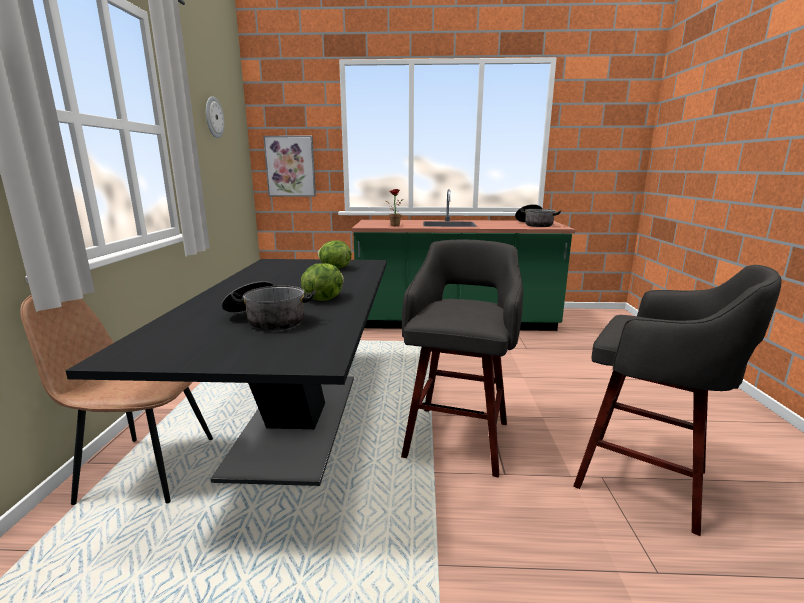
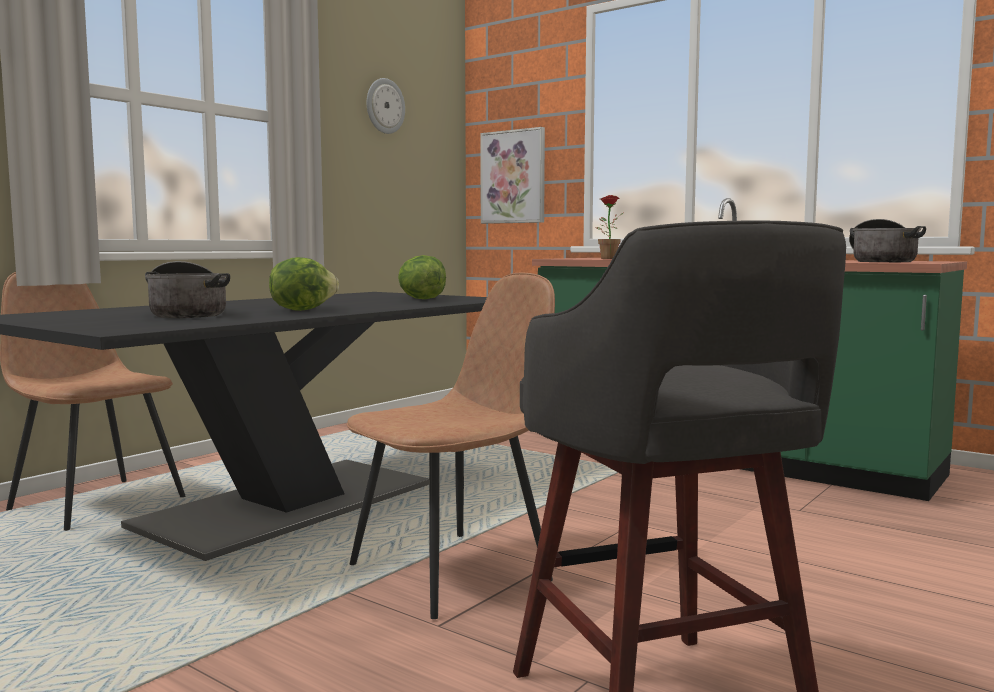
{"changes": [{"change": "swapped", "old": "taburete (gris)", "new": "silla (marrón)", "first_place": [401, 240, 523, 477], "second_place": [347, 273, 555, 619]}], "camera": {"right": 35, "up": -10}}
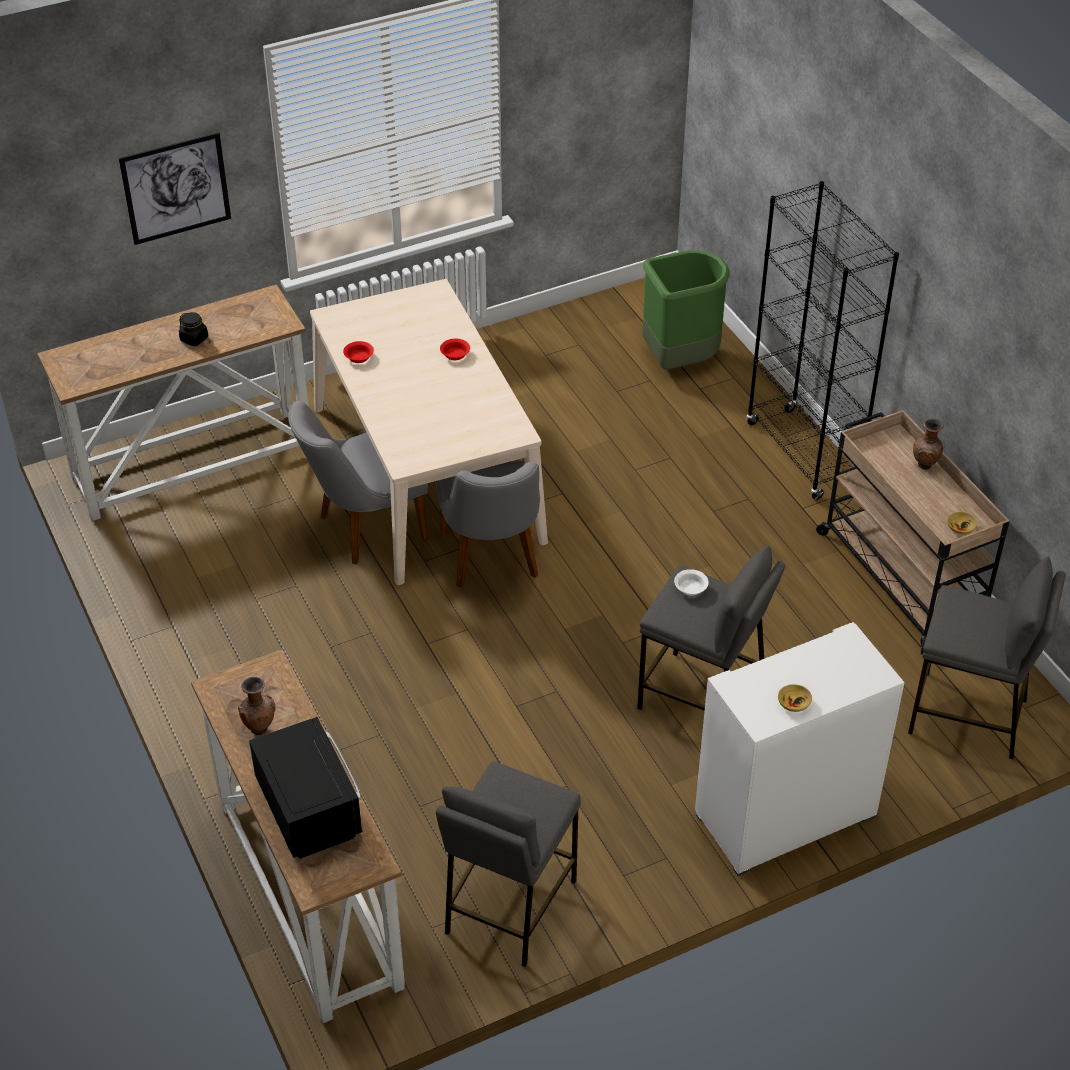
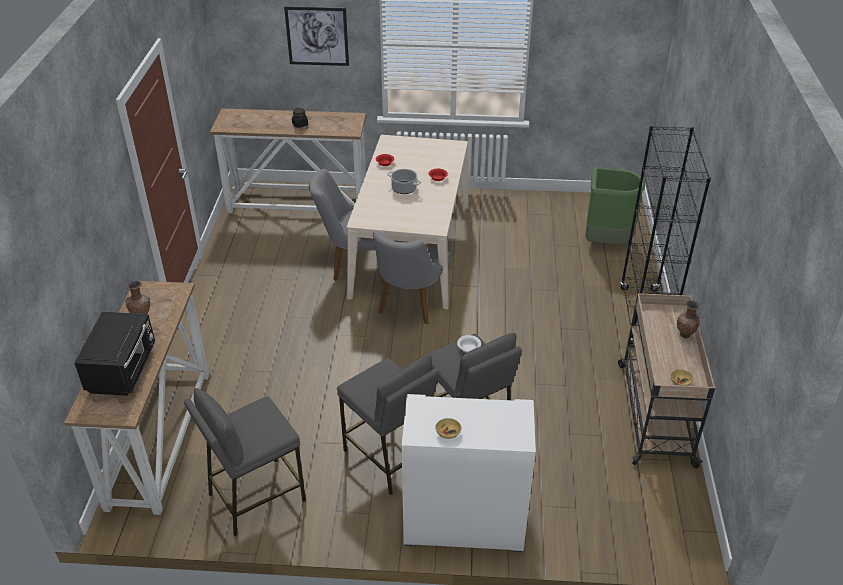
{"changes": [{"change": "new", "new": "olla", "second_place": [387, 169, 421, 194]}, {"change": "shifted", "old": "taburete (gris)", "first_place": [908, 556, 1066, 759], "second_place": [337, 355, 439, 495]}], "camera": {"right": 30, "up": -5}}
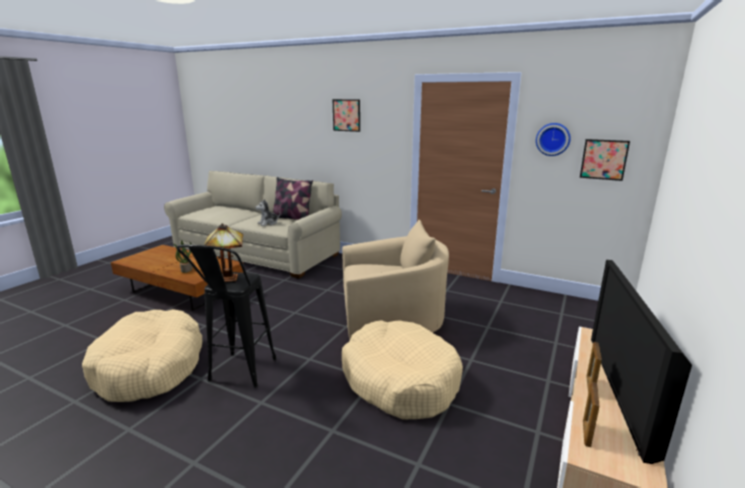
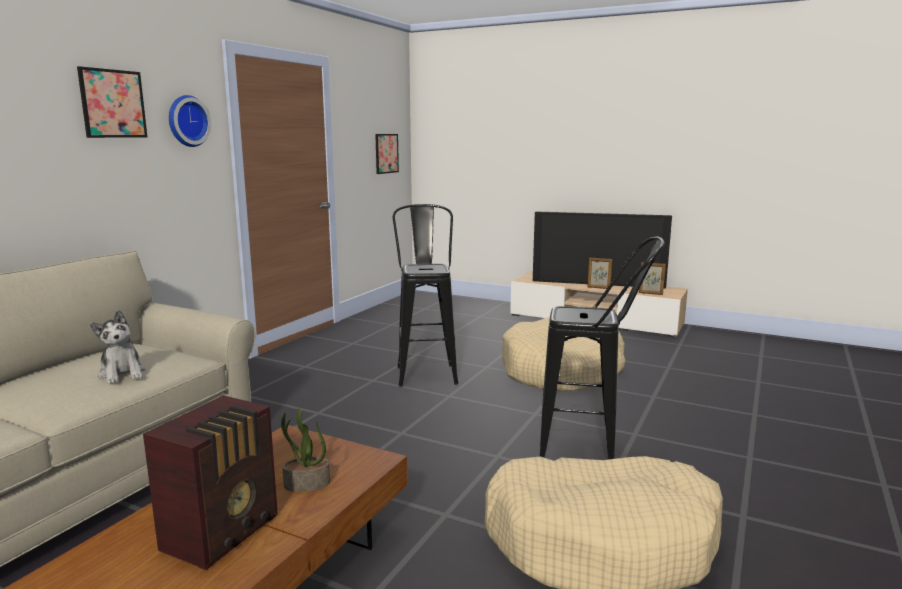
{"changes": [{"change": "gone", "old": "lámpara de mesa", "first_place": [204, 223, 243, 282]}, {"change": "gone", "old": "cojín", "first_place": [273, 177, 313, 220]}, {"change": "new", "new": "radio", "second_place": [143, 395, 278, 570]}, {"change": "shifted", "old": "reloj de pared", "first_place": [536, 123, 571, 156], "second_place": [169, 95, 211, 147]}, {"change": "swapped", "old": "sillón (beis)", "new": "taburete (negro)", "first_place": [342, 220, 449, 339], "second_place": [393, 204, 458, 387]}], "camera": {"right": -90, "up": -5}}
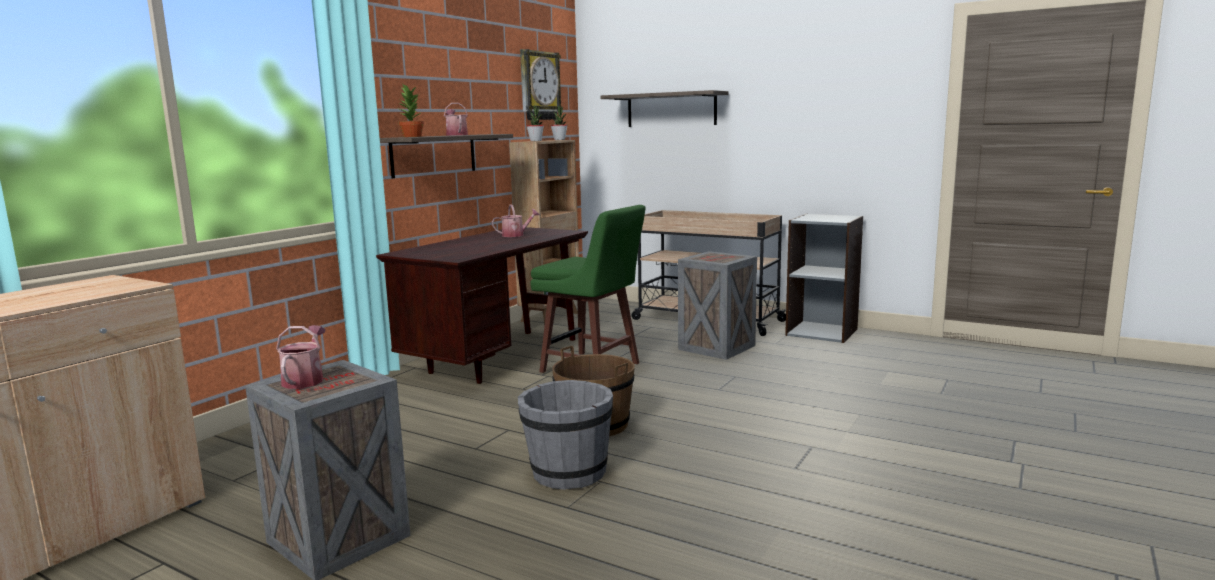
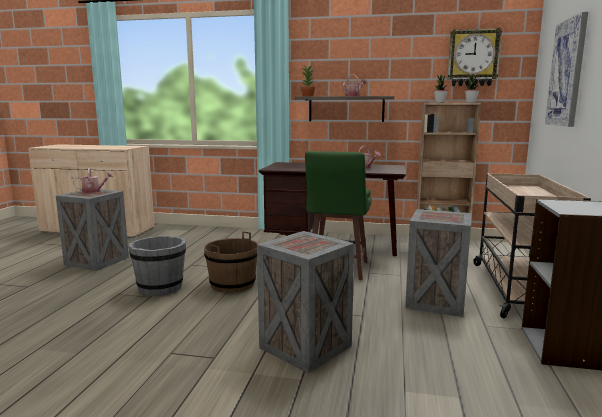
{"changes": [{"change": "new", "new": "caja de embalaje", "second_place": [257, 231, 354, 373]}, {"change": "swapped", "old": "estante", "new": "cuadro", "first_place": [600, 90, 728, 127], "second_place": [545, 12, 588, 127]}], "camera": {"right": 70, "up": 0}}
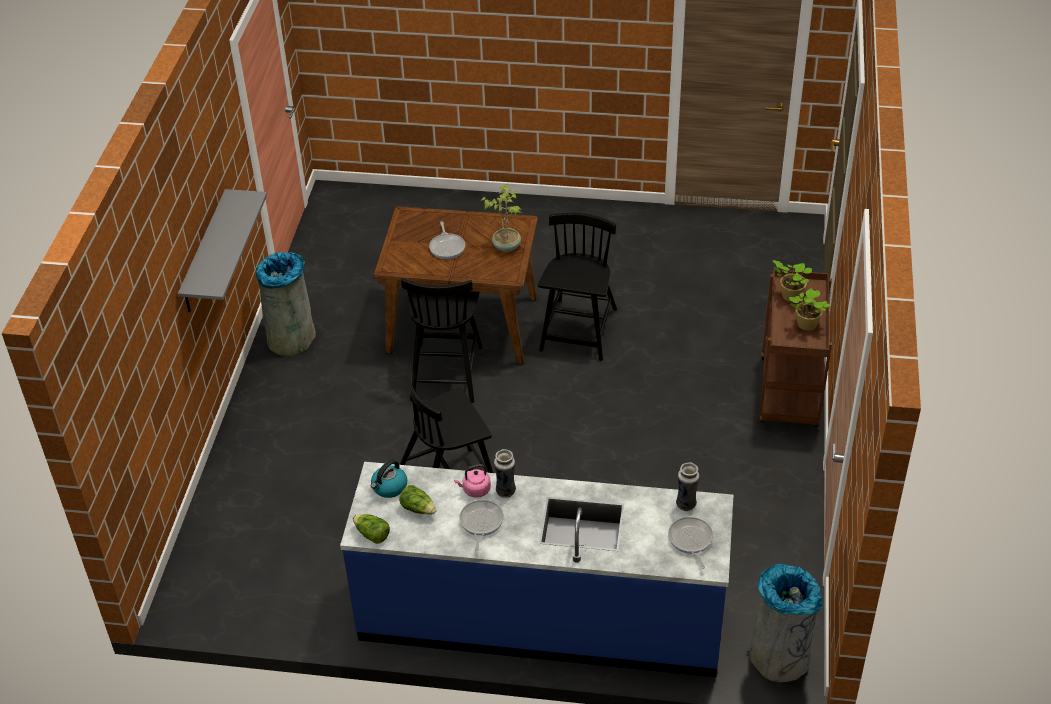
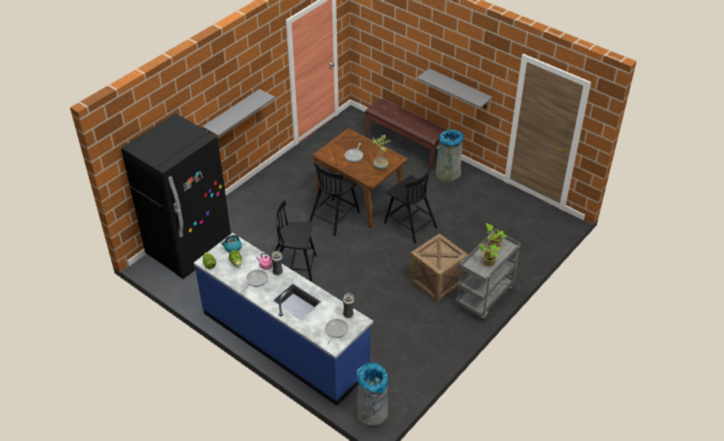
{"changes": [{"change": "new", "new": "nevera (negro)", "second_place": [121, 114, 231, 279]}, {"change": "new", "new": "banco (marrón)", "second_place": [365, 99, 446, 168]}, {"change": "new", "new": "caja de embalaje", "second_place": [409, 233, 468, 302]}, {"change": "new", "new": "estante (gris)", "second_place": [417, 68, 493, 109]}, {"change": "shifted", "old": "papelera (gris)", "first_place": [256, 252, 316, 356], "second_place": [435, 129, 464, 182]}, {"change": "repainted", "old": "carrito (marrón)", "new": "carrito (gris)", "first_place": [759, 269, 832, 427], "second_place": [455, 230, 521, 320]}, {"change": "rotated", "old": "silla (negro)", "first_place": [538, 213, 617, 361], "second_place": [384, 166, 437, 244], "degrees": 90}], "camera": {"right": 30, "up": 0}}
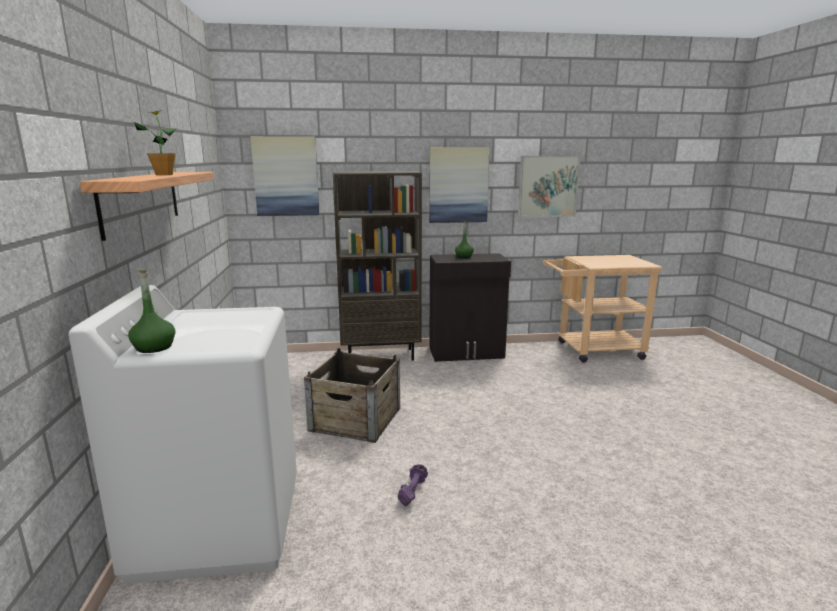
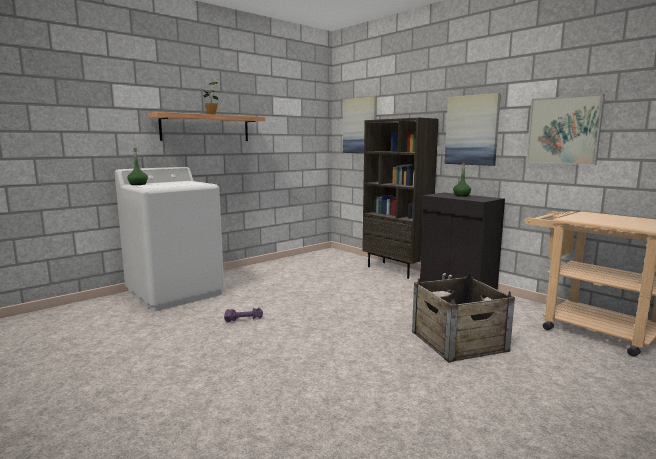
{"changes": [{"change": "shifted", "old": "caja de embalaje", "first_place": [304, 348, 400, 443], "second_place": [412, 273, 515, 362]}], "camera": {"right": 55, "up": -5}}
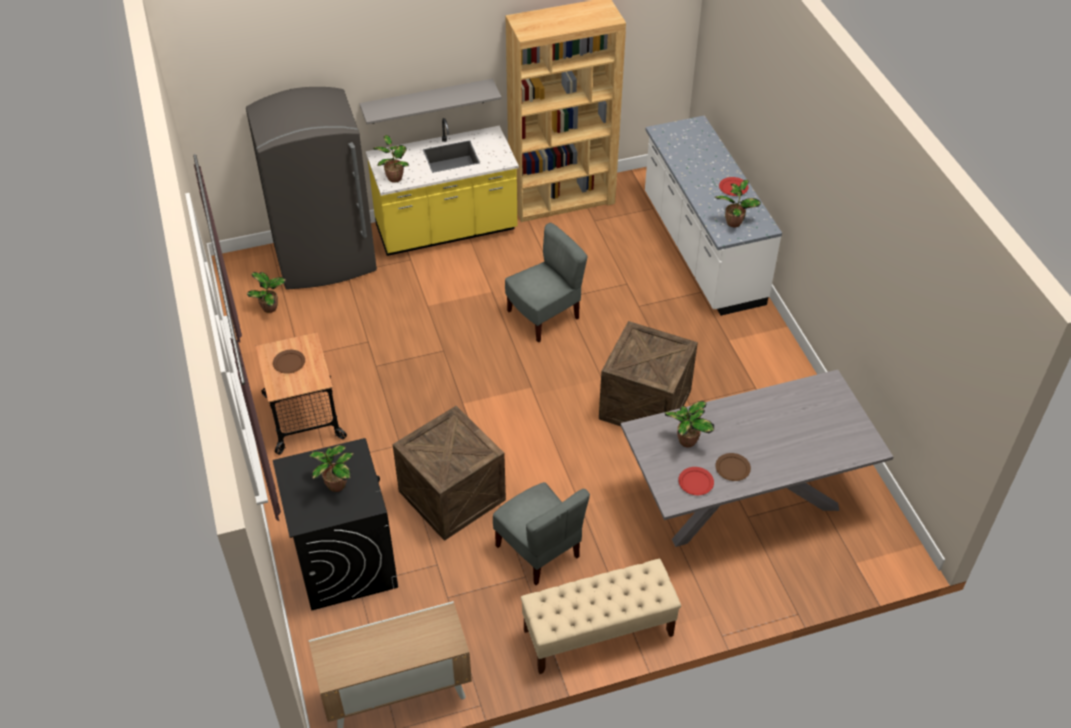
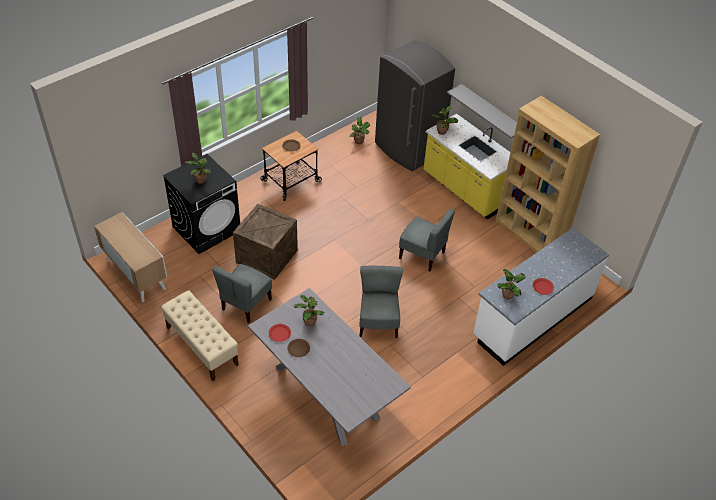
{"changes": [{"change": "swapped", "old": "caja de embalaje", "new": "silla (gris)", "first_place": [599, 321, 698, 426], "second_place": [359, 266, 403, 338]}], "camera": {"right": 65, "up": 0}}
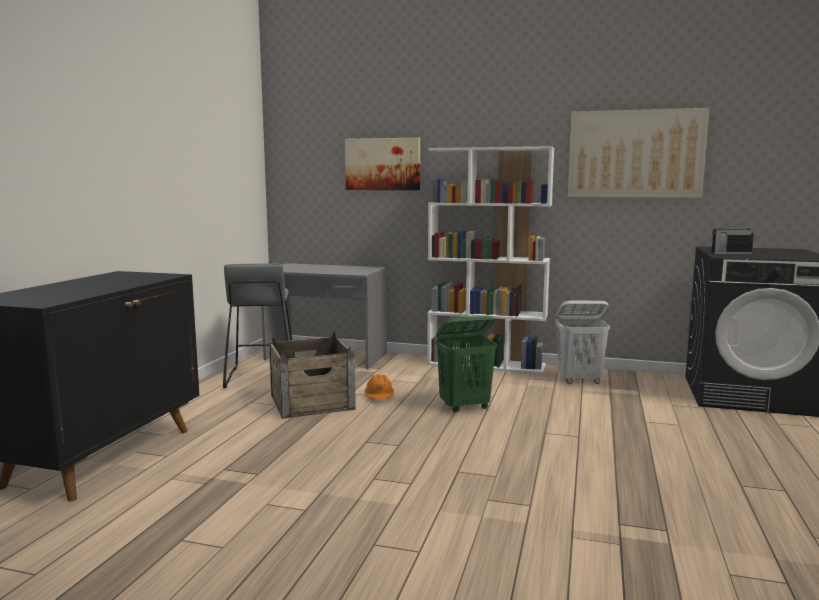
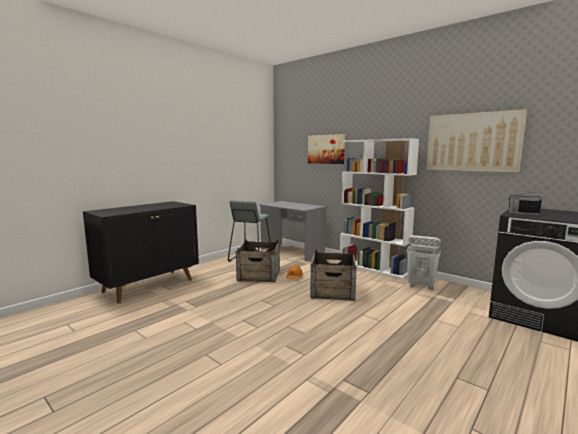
{"changes": [{"change": "swapped", "old": "cesto de la ropa (verde)", "new": "caja de embalaje", "first_place": [435, 316, 497, 412], "second_place": [310, 250, 357, 301]}], "camera": {"right": 25, "up": 0}}
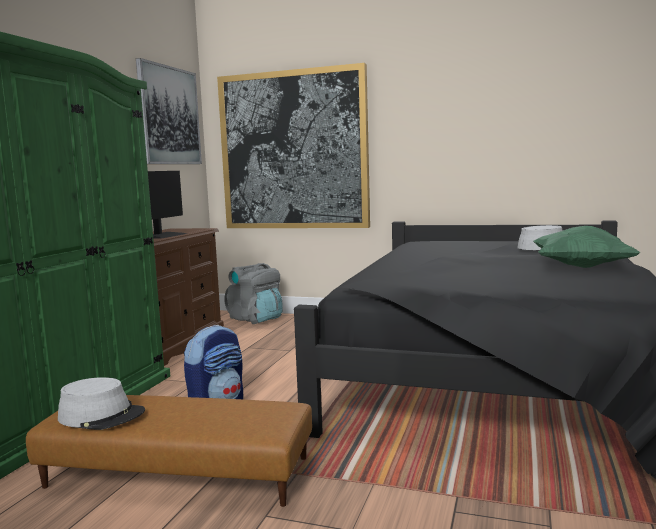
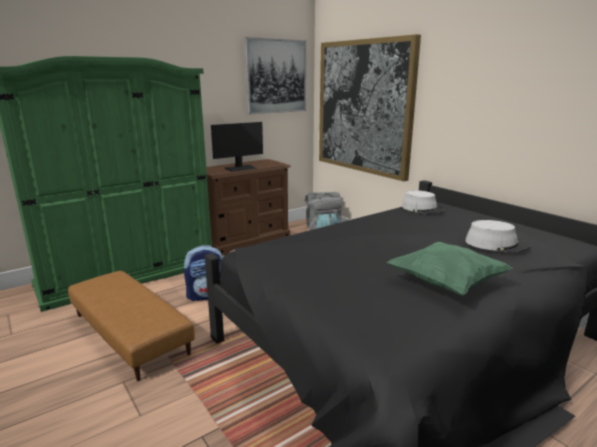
{"changes": [{"change": "shifted", "old": "sombrero (gris)", "first_place": [58, 377, 145, 430], "second_place": [402, 190, 445, 215]}], "camera": {"right": 35, "up": 10}}
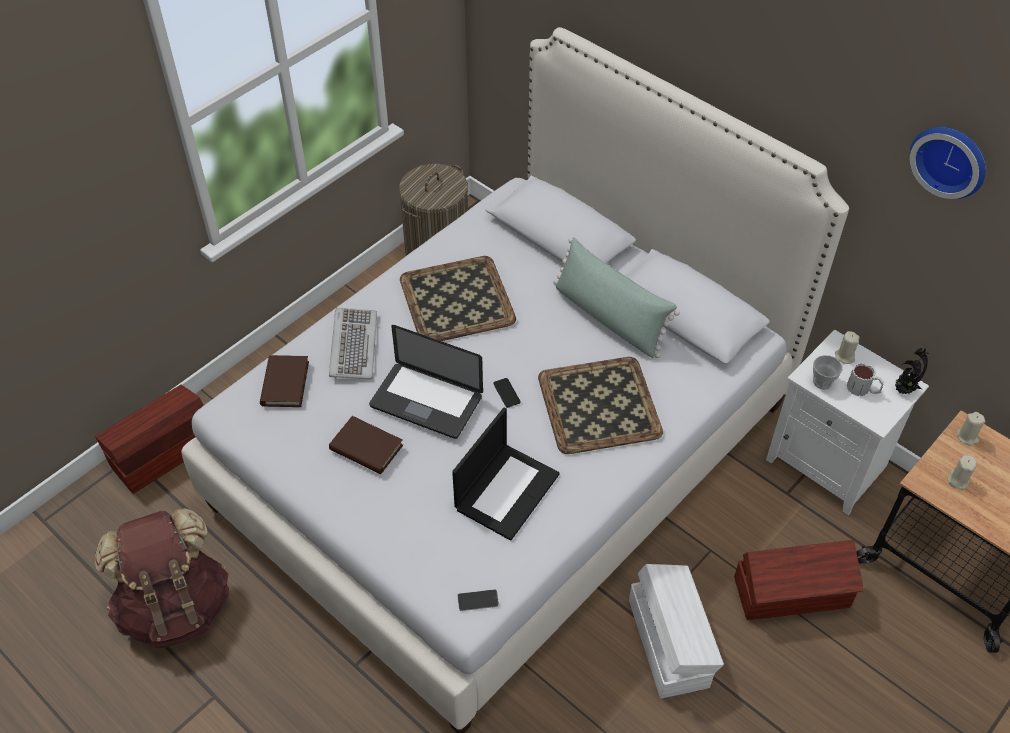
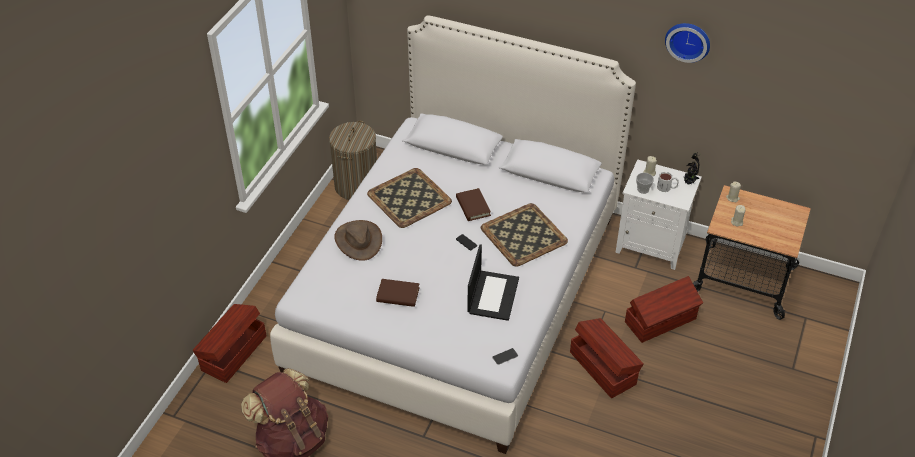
{"changes": [{"change": "gone", "old": "portátil", "first_place": [369, 325, 483, 439]}, {"change": "gone", "old": "cojín (verde)", "first_place": [553, 237, 680, 358]}, {"change": "shifted", "old": "libro (marrón)", "first_place": [260, 355, 309, 407], "second_place": [456, 188, 491, 221]}, {"change": "swapped", "old": "teclado", "new": "sombrero (marrón)", "first_place": [329, 308, 377, 379], "second_place": [334, 220, 382, 261]}, {"change": "repainted", "old": "caja de almacenaje (blanco)", "new": "caja de almacenaje (marrón)", "first_place": [629, 564, 724, 698], "second_place": [570, 318, 644, 399]}], "camera": {"right": -20, "up": -5}}
